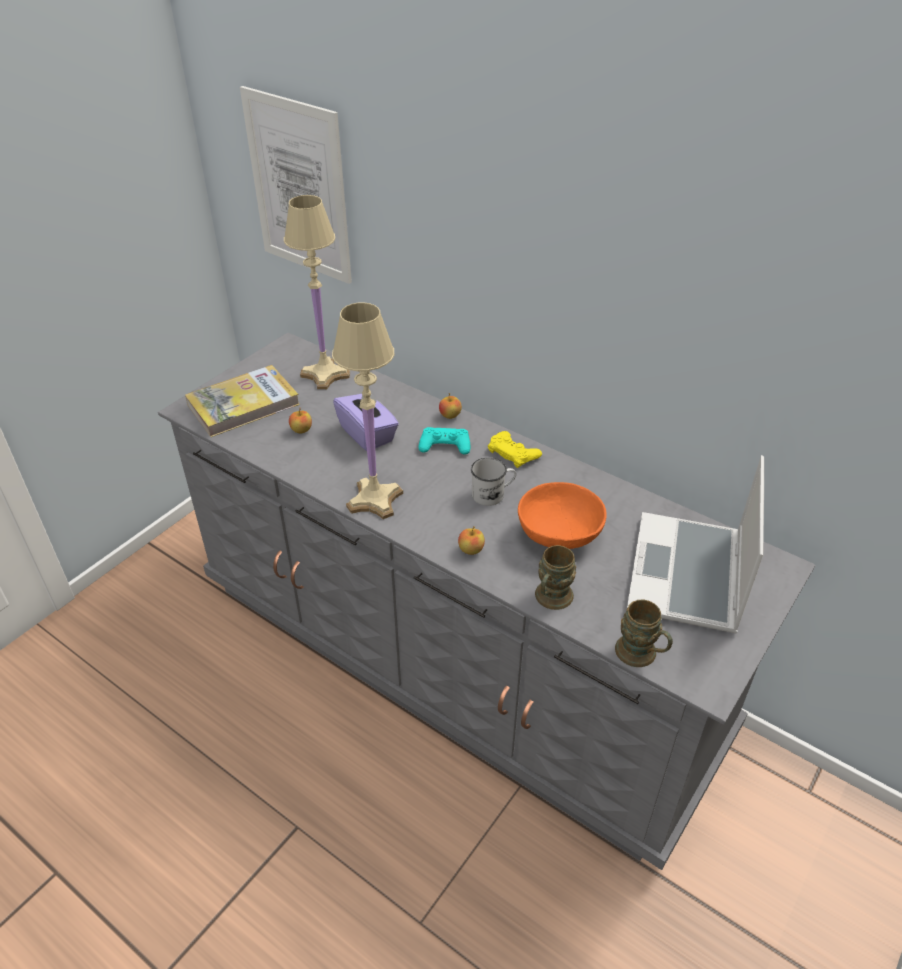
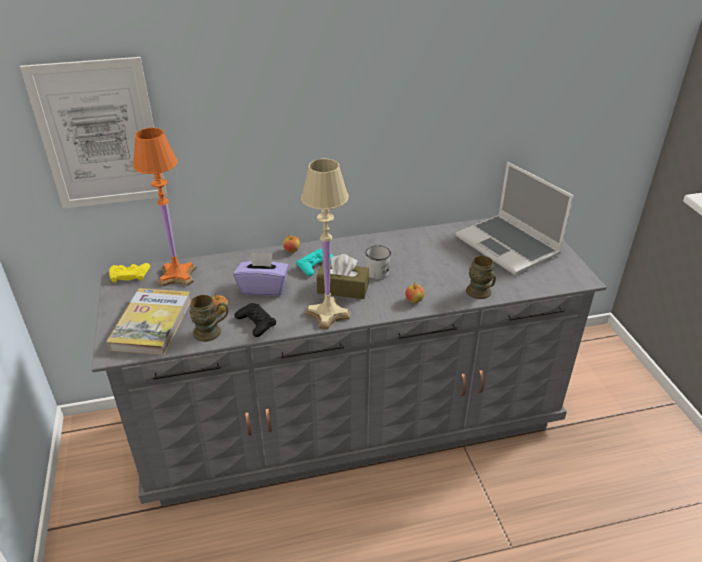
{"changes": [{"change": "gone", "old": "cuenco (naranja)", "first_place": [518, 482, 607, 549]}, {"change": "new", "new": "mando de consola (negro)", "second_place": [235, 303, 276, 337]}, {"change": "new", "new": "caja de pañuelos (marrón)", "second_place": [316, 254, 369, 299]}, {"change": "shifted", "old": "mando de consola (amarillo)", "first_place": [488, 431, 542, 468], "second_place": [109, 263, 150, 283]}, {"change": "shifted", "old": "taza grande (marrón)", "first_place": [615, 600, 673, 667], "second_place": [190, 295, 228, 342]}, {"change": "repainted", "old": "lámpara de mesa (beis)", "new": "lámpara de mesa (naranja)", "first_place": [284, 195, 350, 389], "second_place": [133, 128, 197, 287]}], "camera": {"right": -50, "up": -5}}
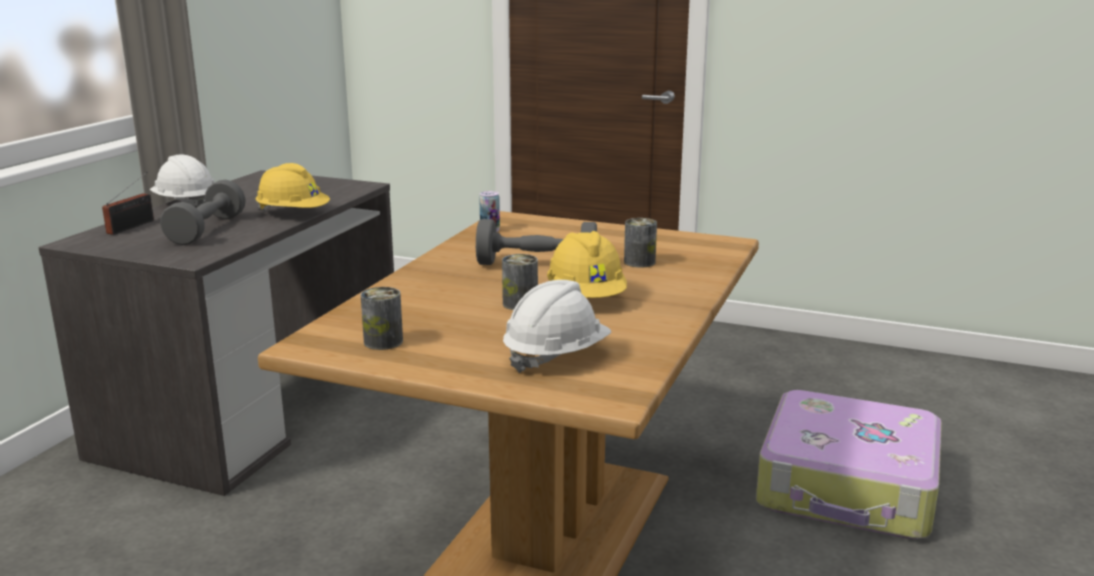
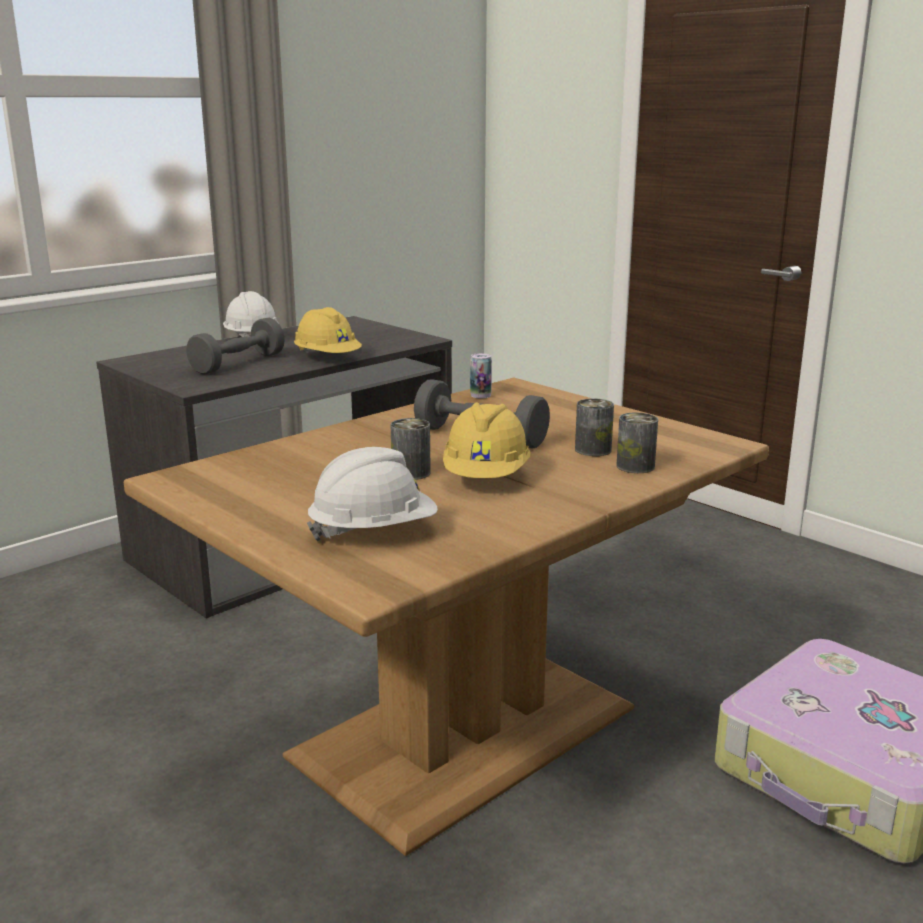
{"changes": [{"change": "gone", "old": "radio", "first_place": [102, 172, 154, 235]}, {"change": "shifted", "old": "lata", "first_place": [360, 287, 403, 350], "second_place": [616, 413, 658, 473]}], "camera": {"right": 25, "up": 0}}
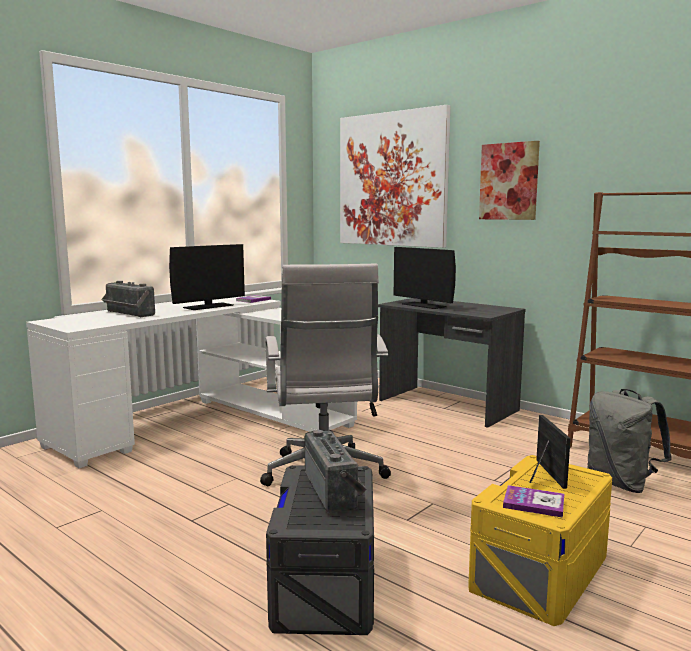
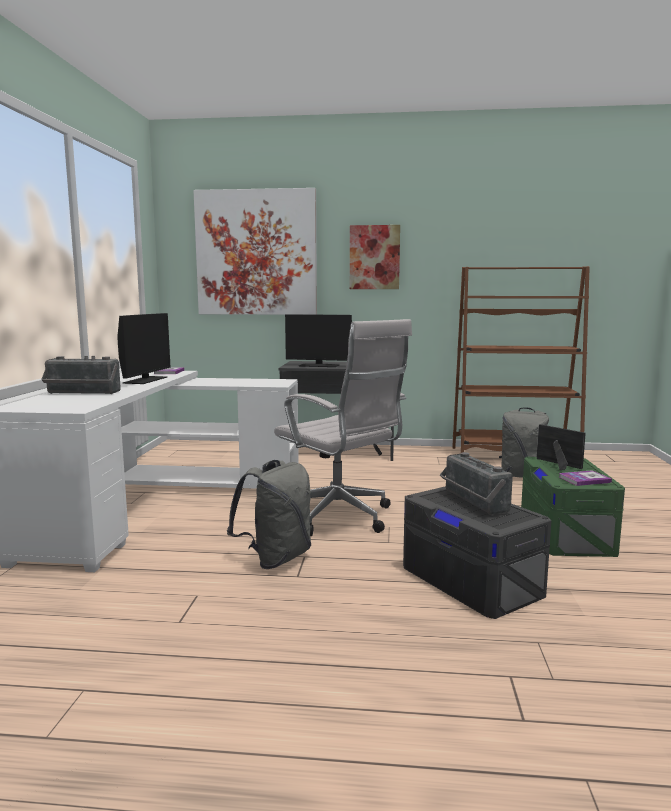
{"changes": [{"change": "new", "new": "mochila (gris)", "second_place": [227, 460, 311, 569]}, {"change": "repainted", "old": "caja de almacenaje (amarillo)", "new": "caja de almacenaje (verde)", "first_place": [468, 455, 612, 626], "second_place": [521, 457, 625, 557]}, {"change": "rotated", "old": "radio", "first_place": [305, 430, 367, 513], "second_place": [440, 452, 513, 515], "degrees": -150}], "camera": {"right": -35, "up": 0}}
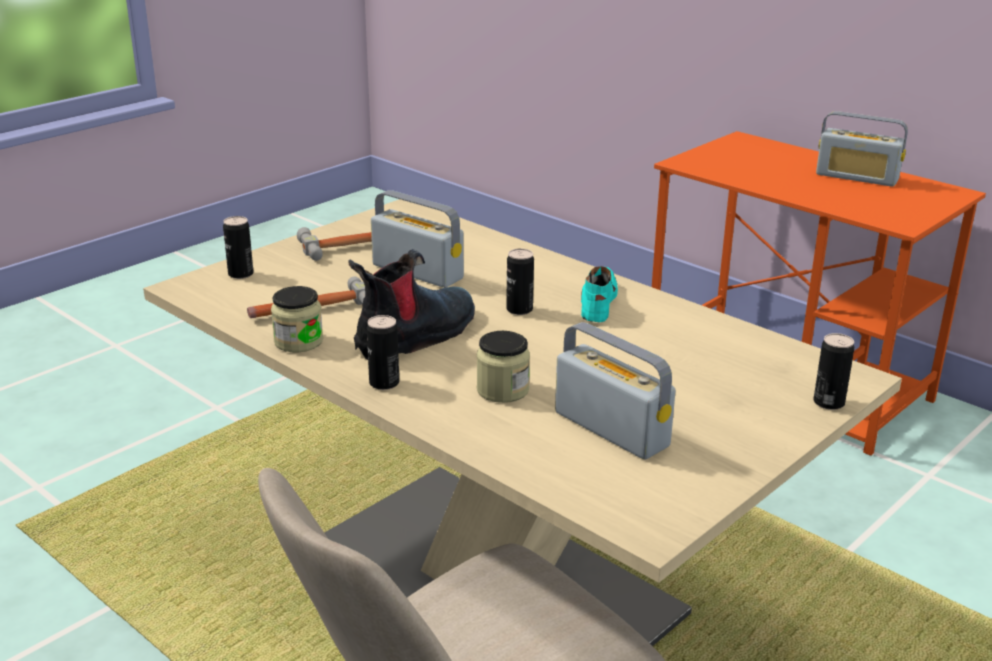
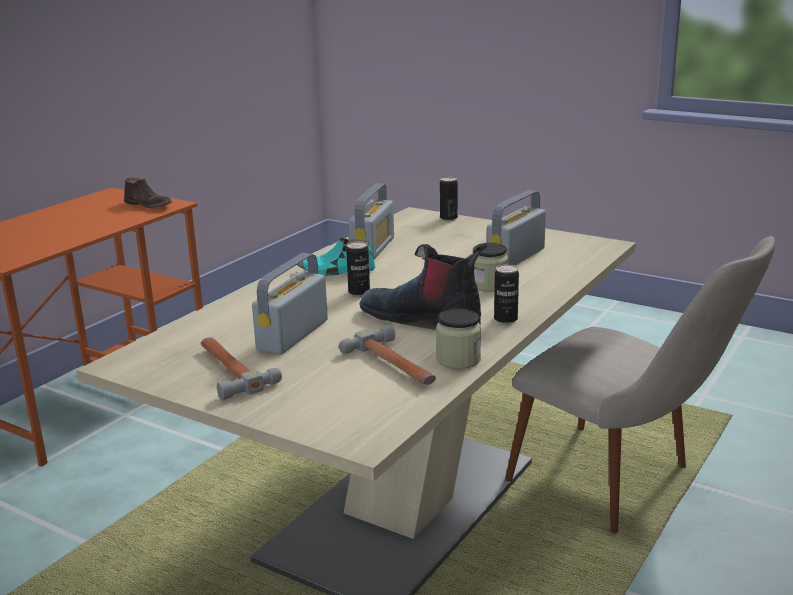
{"changes": [{"change": "gone", "old": "lata", "first_place": [223, 216, 254, 279]}, {"change": "new", "new": "zapato (marrón)", "second_place": [124, 178, 172, 208]}, {"change": "shifted", "old": "radio", "first_place": [816, 111, 908, 187], "second_place": [348, 184, 394, 259]}], "camera": {"right": -100, "up": -5}}
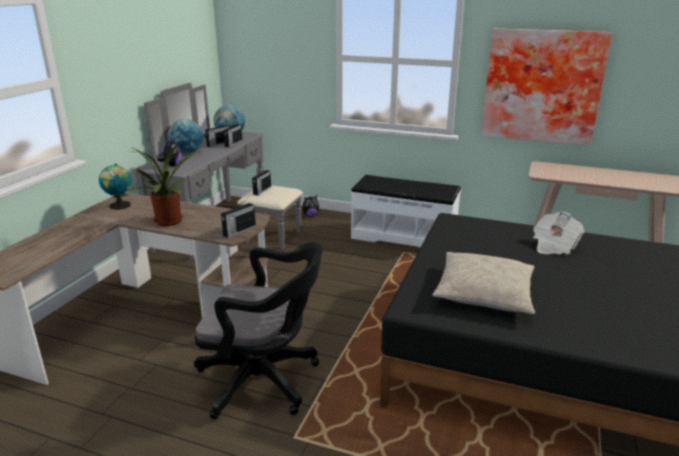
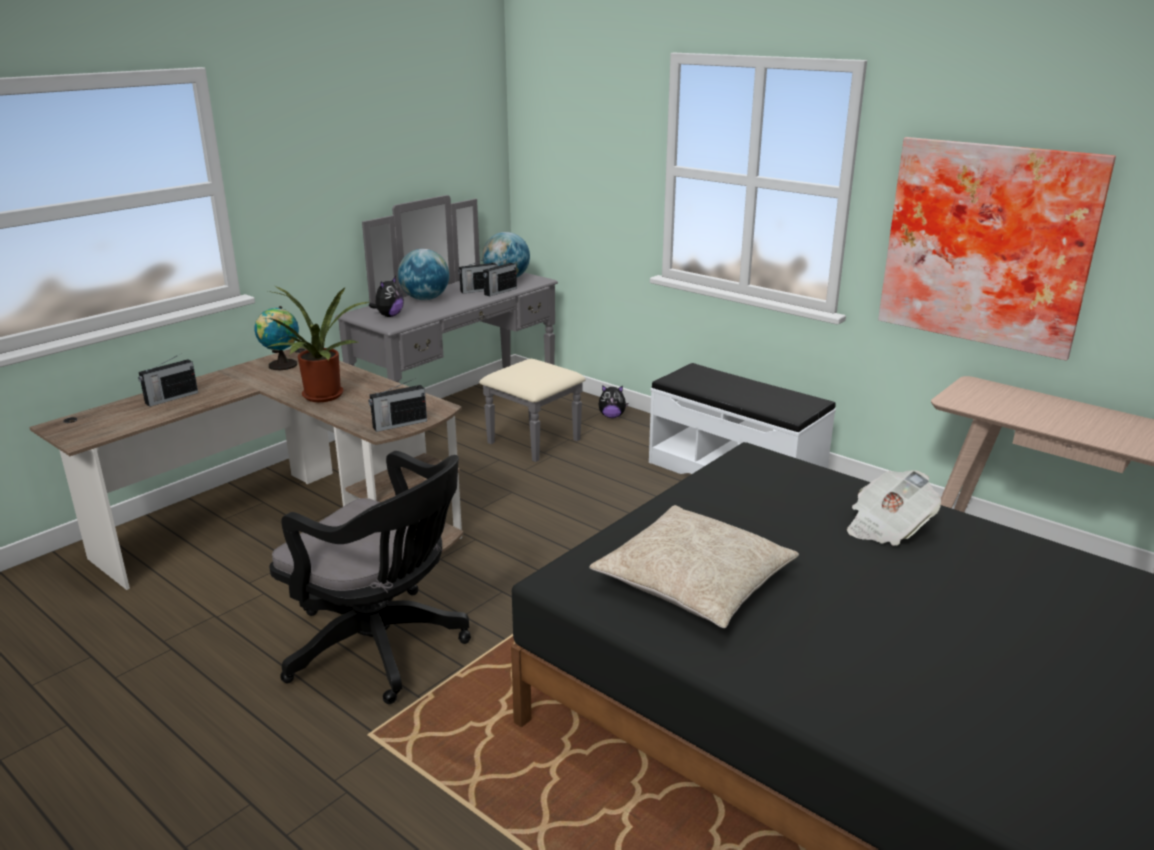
{"changes": [{"change": "shifted", "old": "radio", "first_place": [252, 168, 271, 195], "second_place": [138, 353, 198, 407]}], "camera": {"right": 20, "up": 0}}
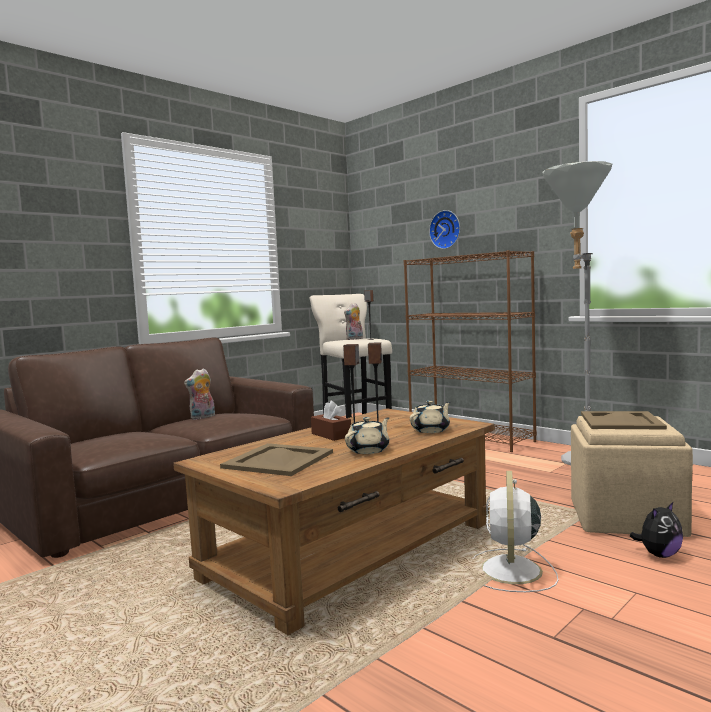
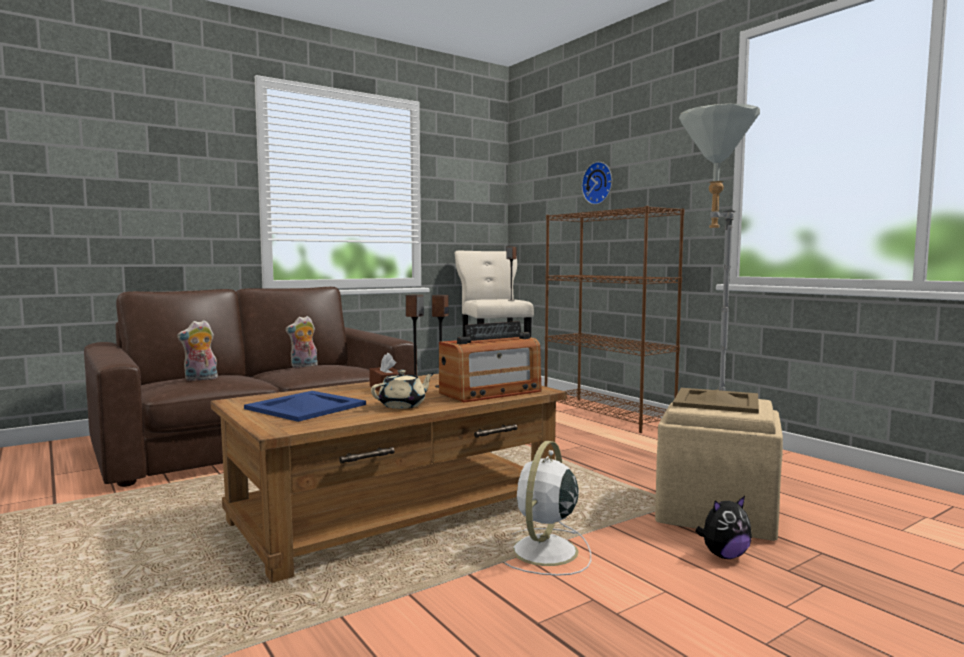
{"changes": [{"change": "shifted", "old": "peluche", "first_place": [344, 303, 363, 340], "second_place": [177, 320, 218, 381]}, {"change": "swapped", "old": "tetera (beis)", "new": "radio", "first_place": [410, 400, 451, 433], "second_place": [439, 321, 541, 403]}, {"change": "repainted", "old": "bandeja (beis)", "new": "bandeja (azul)", "first_place": [220, 443, 333, 476], "second_place": [244, 391, 366, 422]}], "camera": {"right": 10, "up": 0}}
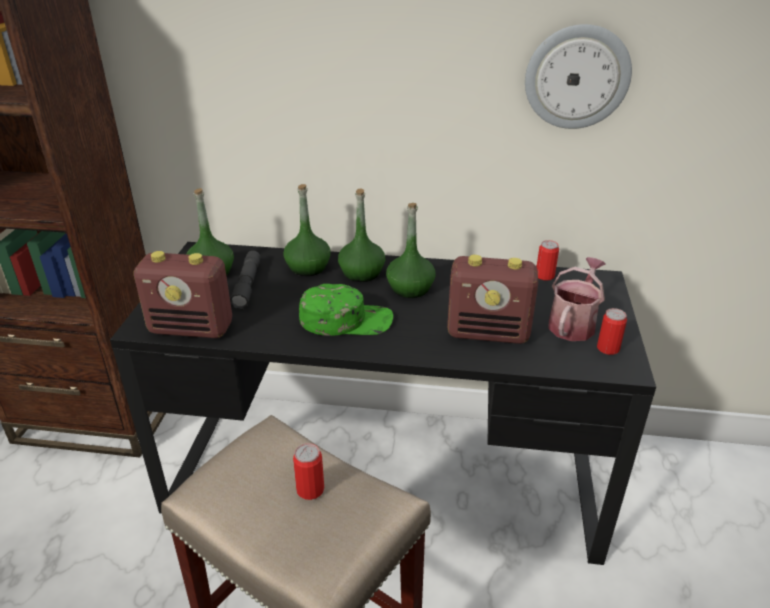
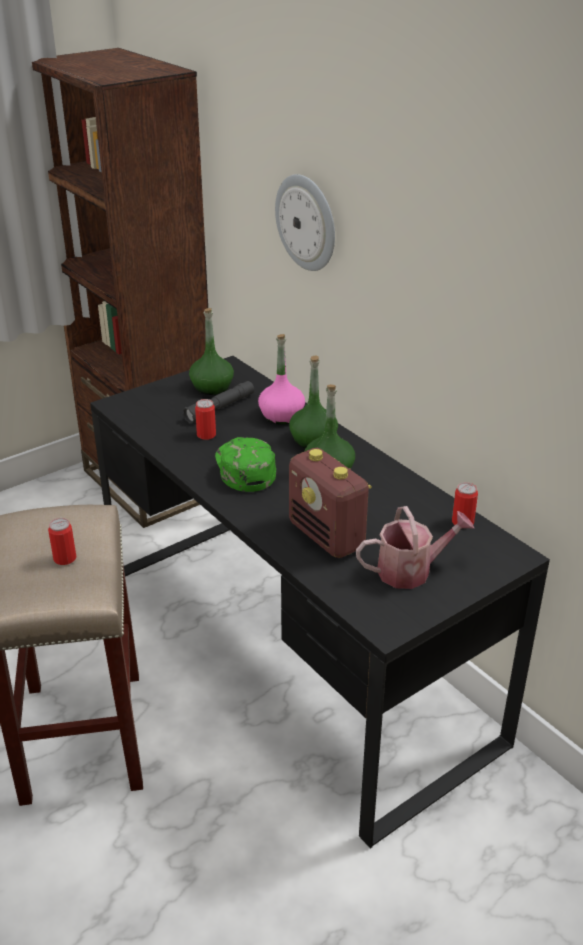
{"changes": [{"change": "gone", "old": "radio", "first_place": [134, 251, 232, 338]}, {"change": "shifted", "old": "reloj de pared", "first_place": [525, 24, 632, 129], "second_place": [275, 174, 335, 271]}, {"change": "shifted", "old": "lata", "first_place": [597, 308, 627, 355], "second_place": [195, 399, 216, 440]}, {"change": "repainted", "old": "botella (verde)", "new": "botella (rosa)", "first_place": [283, 184, 331, 276], "second_place": [258, 334, 305, 425]}, {"change": "rotated", "old": "gorra (verde)", "first_place": [299, 284, 393, 336], "second_place": [215, 437, 276, 492], "degrees": -150}], "camera": {"right": 45, "up": 0}}
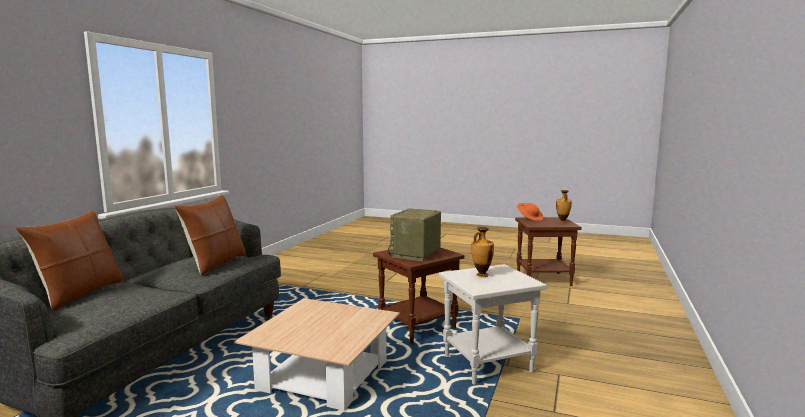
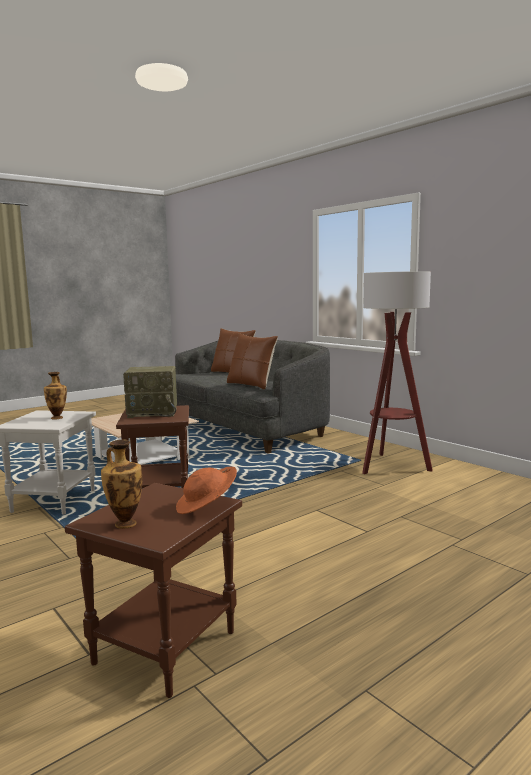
{"changes": [{"change": "new", "new": "lámpara de pie", "second_place": [362, 271, 433, 474]}, {"change": "rotated", "old": "radio", "first_place": [388, 208, 441, 262], "second_place": [123, 366, 177, 418], "degrees": 120}], "camera": {"right": 120, "up": 0}}
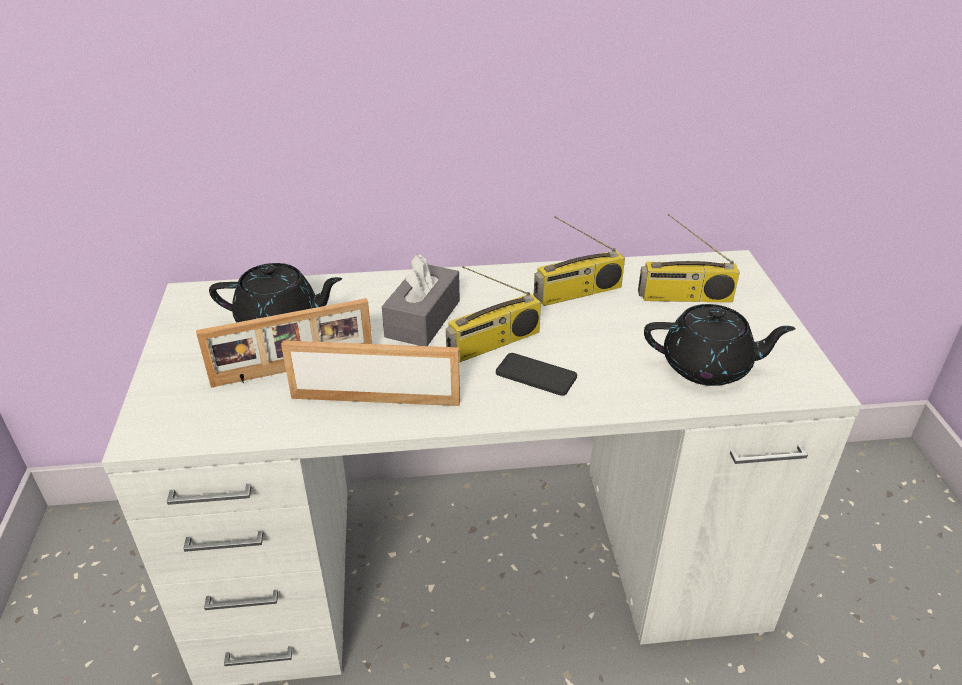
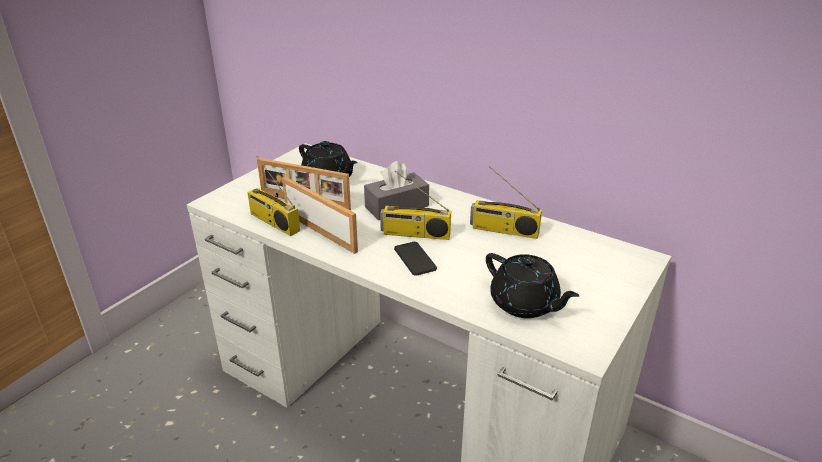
{"changes": [{"change": "shifted", "old": "radio", "first_place": [638, 214, 740, 303], "second_place": [247, 156, 300, 236]}], "camera": {"right": 40, "up": -5}}
